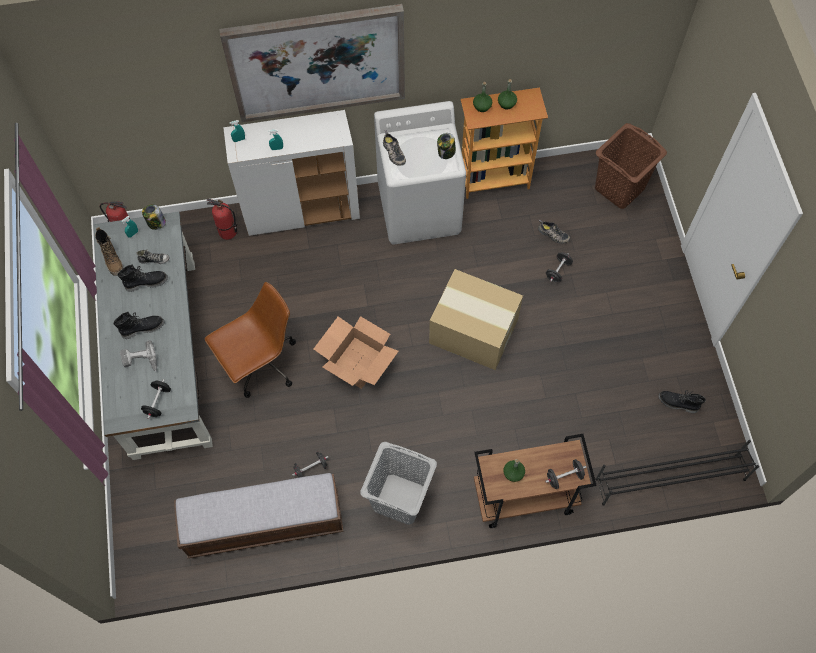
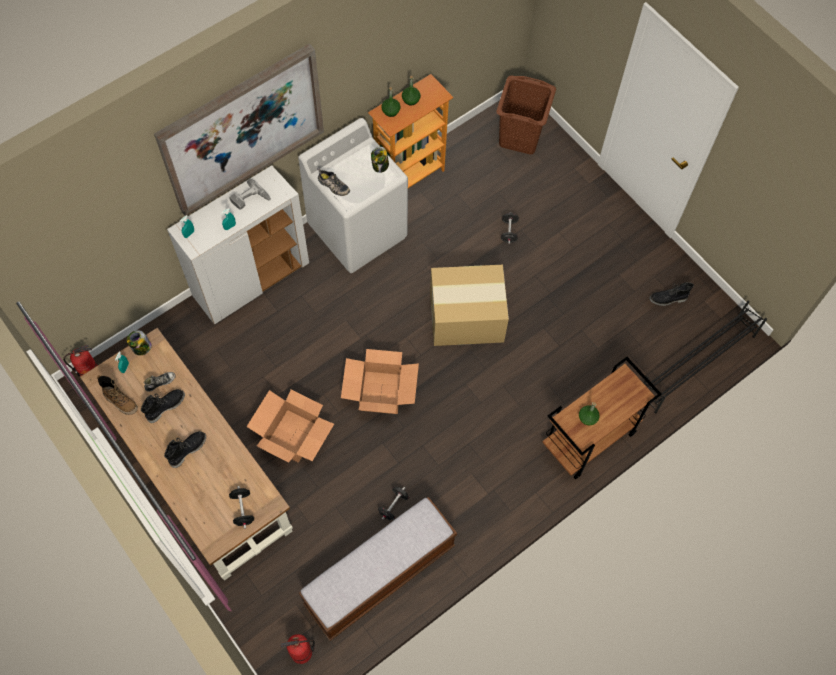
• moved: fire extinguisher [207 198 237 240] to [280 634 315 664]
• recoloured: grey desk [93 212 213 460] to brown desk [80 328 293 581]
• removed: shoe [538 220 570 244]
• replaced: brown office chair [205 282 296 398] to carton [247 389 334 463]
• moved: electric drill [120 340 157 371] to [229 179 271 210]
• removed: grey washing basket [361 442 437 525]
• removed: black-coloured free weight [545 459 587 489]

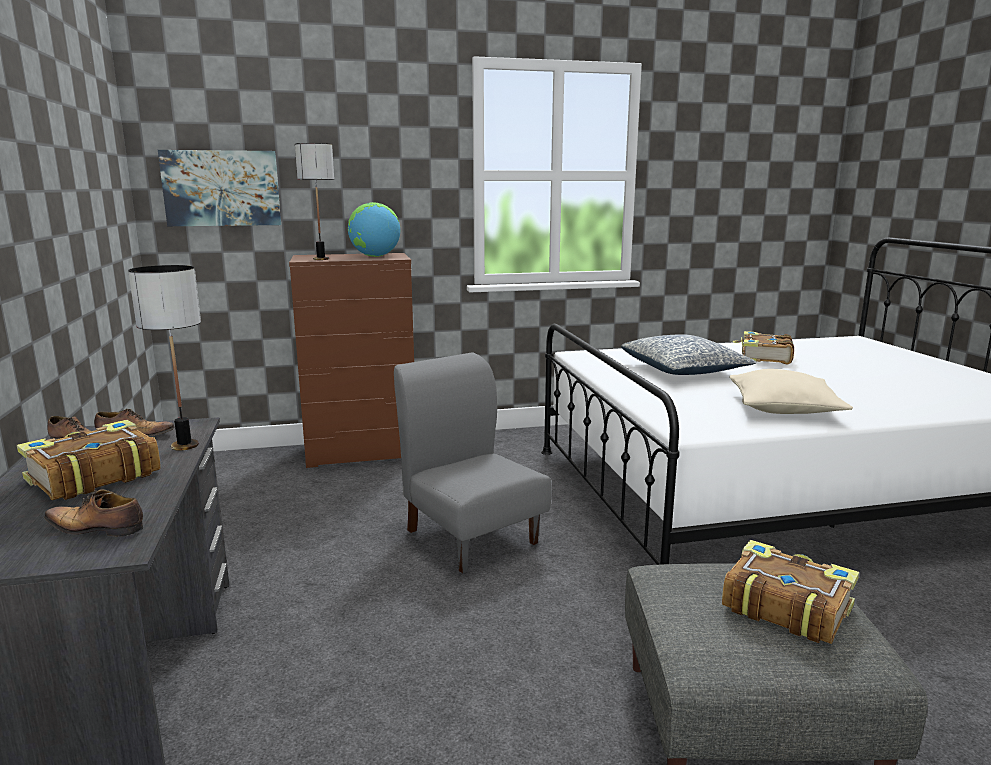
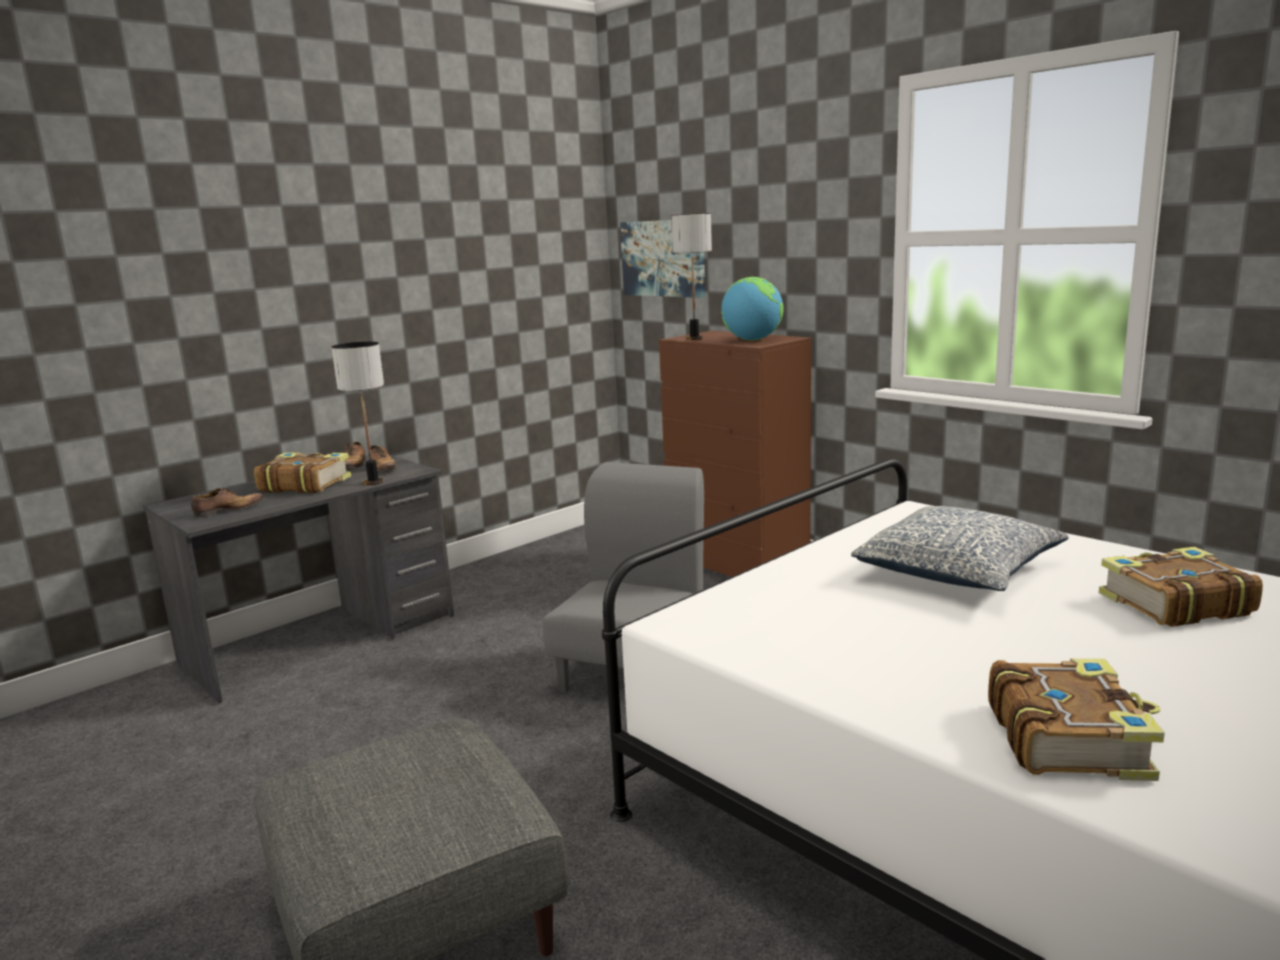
• removed: sand-coloured cushion [729 369 853 414]
• turned: shoe [44 489 143 537] = [191 487 265 517] 75 degrees clockwise
• moved: bound book [722 540 859 644] to [988 658 1165 781]

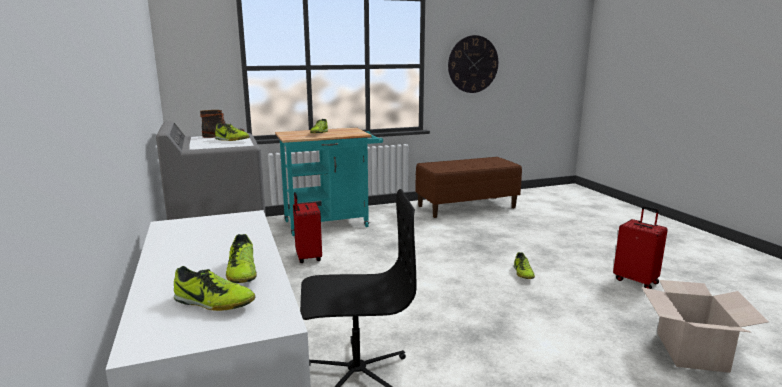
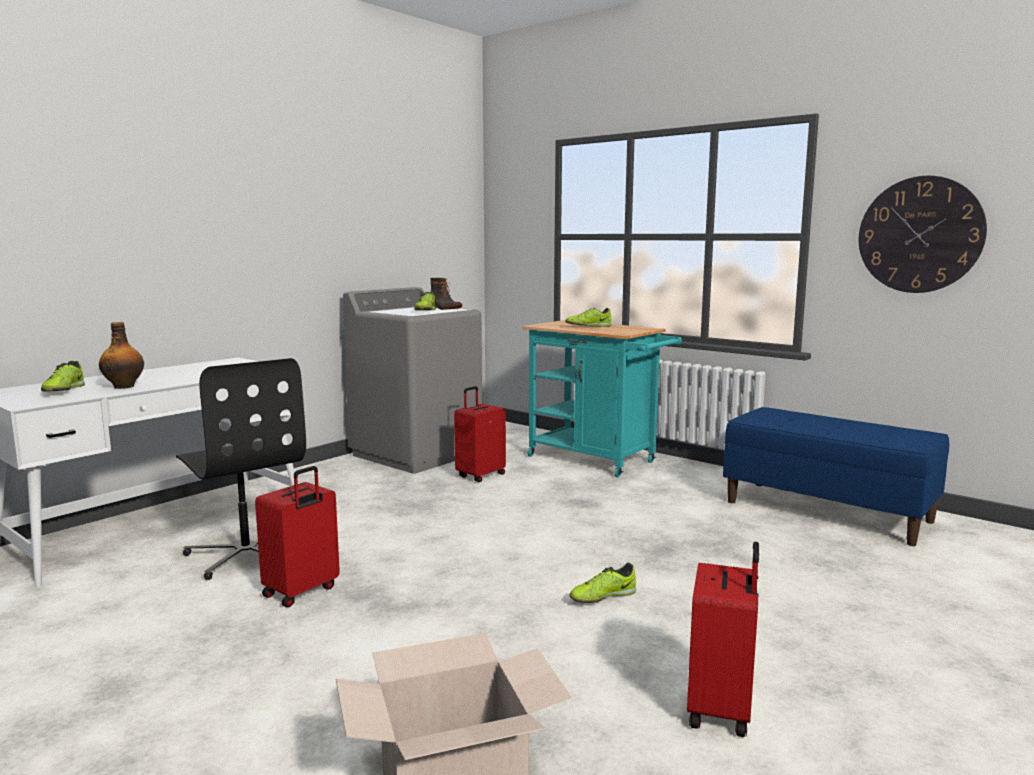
• recoloured: brown indoor bench [415 157 522 218] to blue-coloured indoor bench [723 407 949 546]
• replaced: shoe [226 234 257 283] to drink bottle [99 322 144 389]
• added: reddish piece of luggage [255 466 340 607]

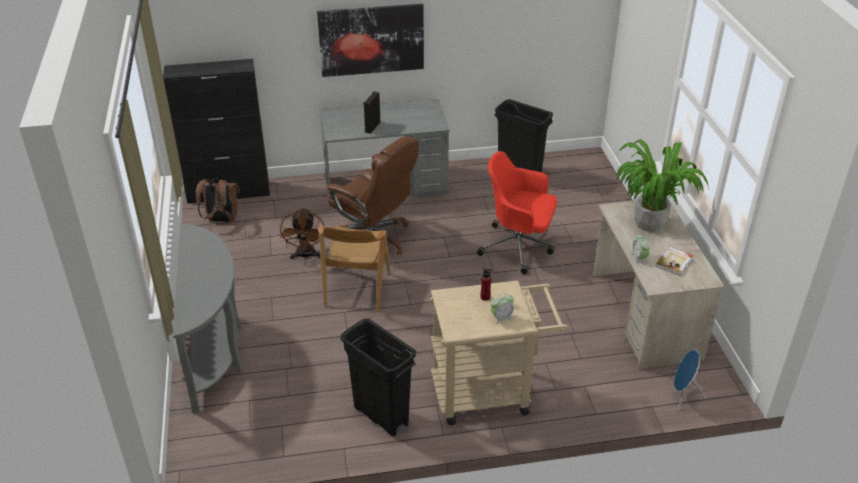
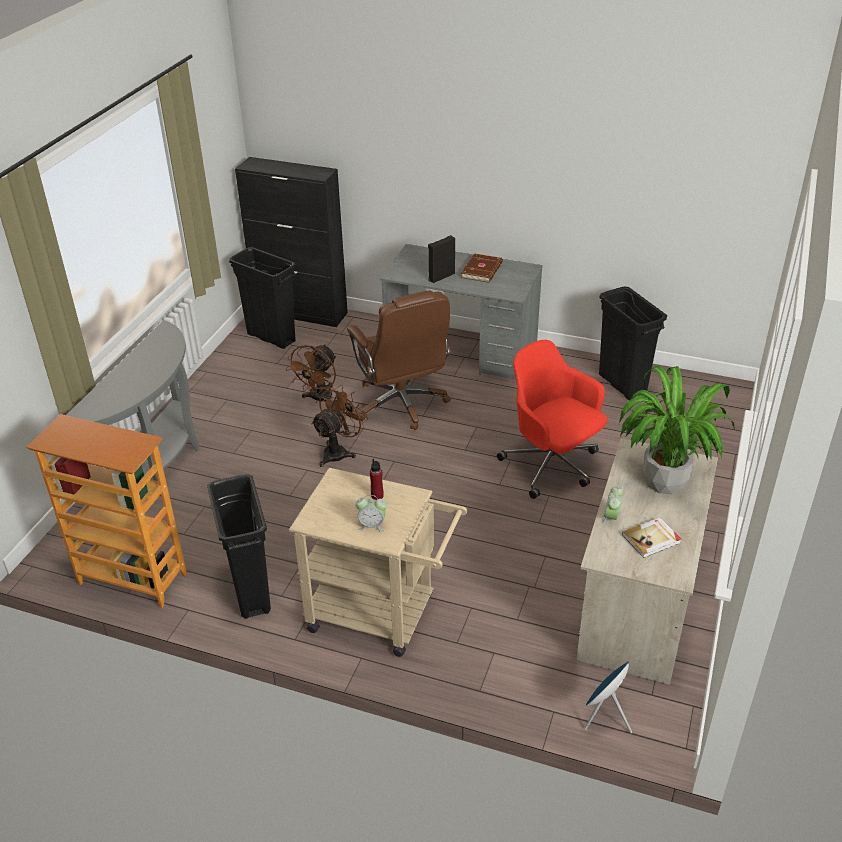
• removed: picture [317 4 424 77]
• replaced: brown knapsack [196 178 240 222] to black-coloured trash can [229 247 296 349]
• replaced: brown plain chair [318 225 391 313] to brown fan [311 385 368 467]
• added: brown bound book [461 254 503 283]
• added: bookshelf [27 414 187 608]

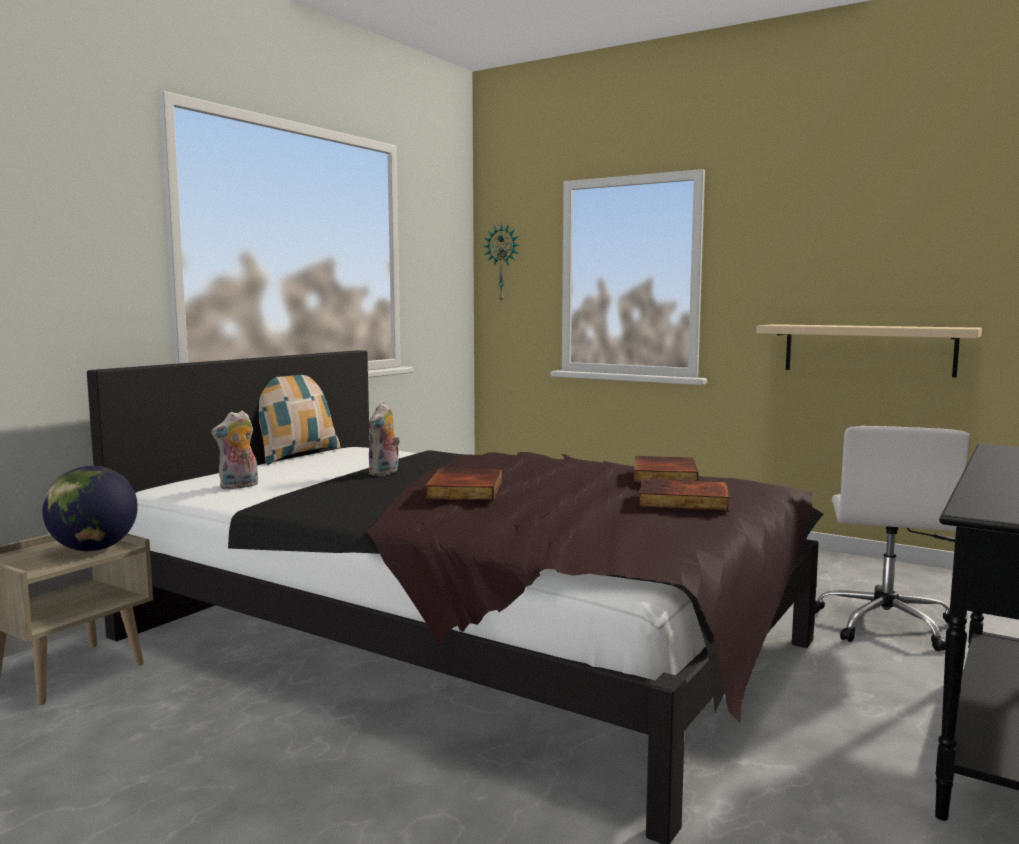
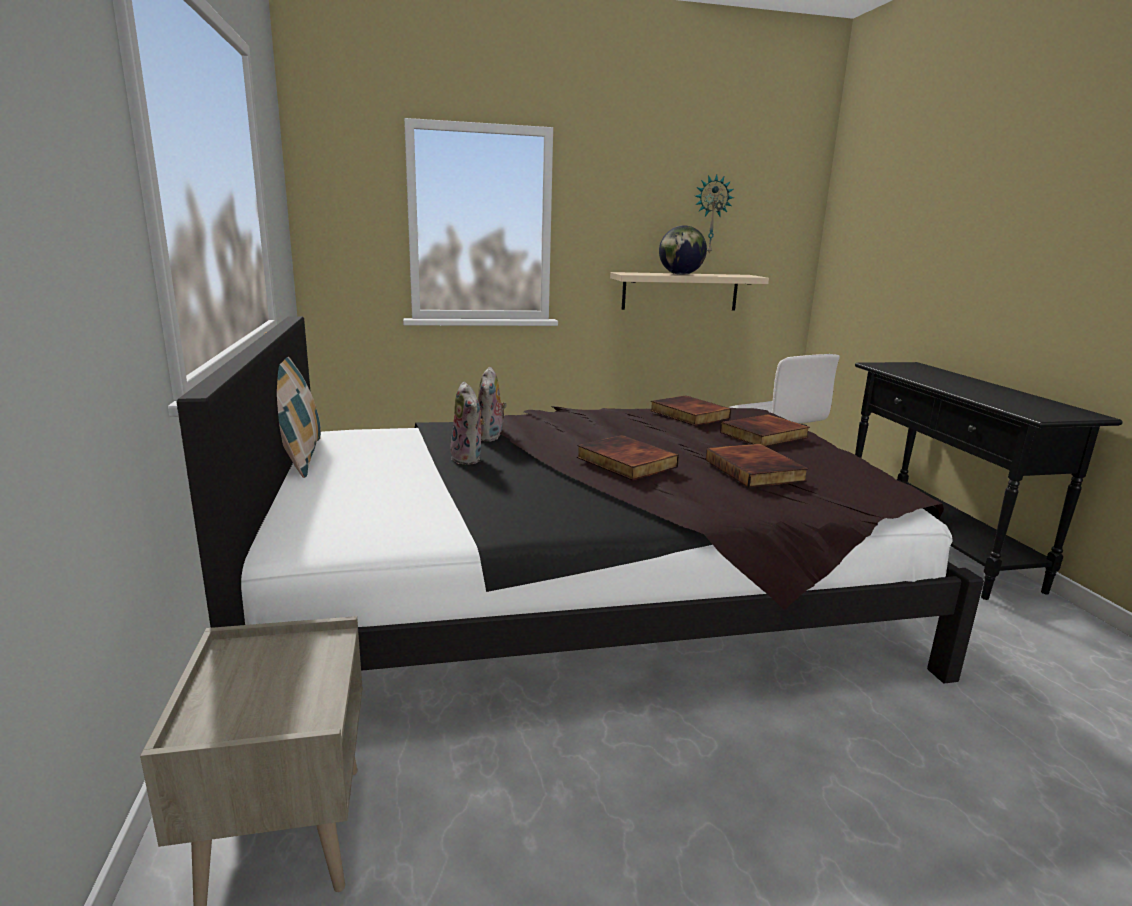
• moved: hanging clock [483 223 519 303] to [695 174 734 253]
• moved: plush toy [211 411 258 490] to [478 367 507 441]
• moved: desk globe [42 466 138 551] to [659 226 707 275]
• added: bound book [706 444 808 487]

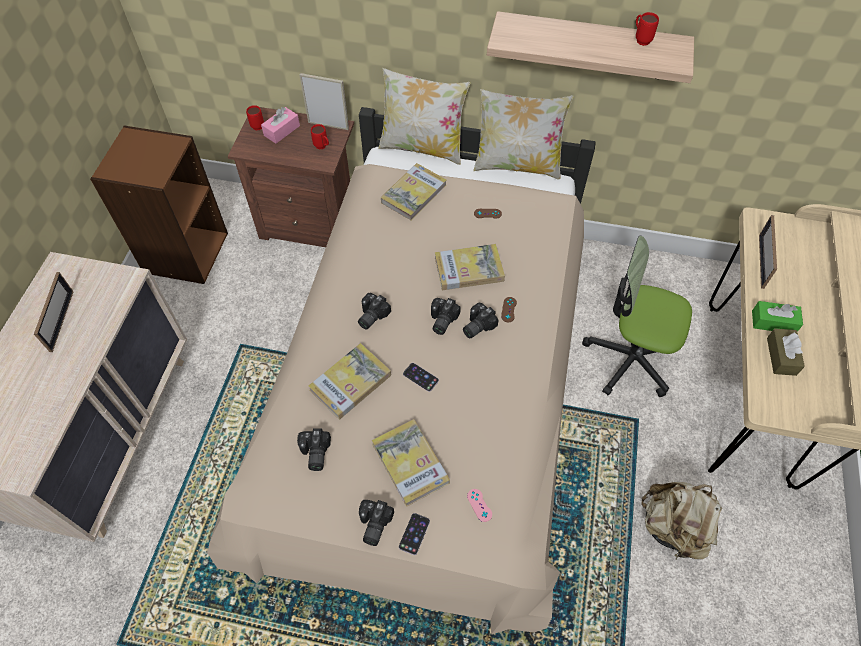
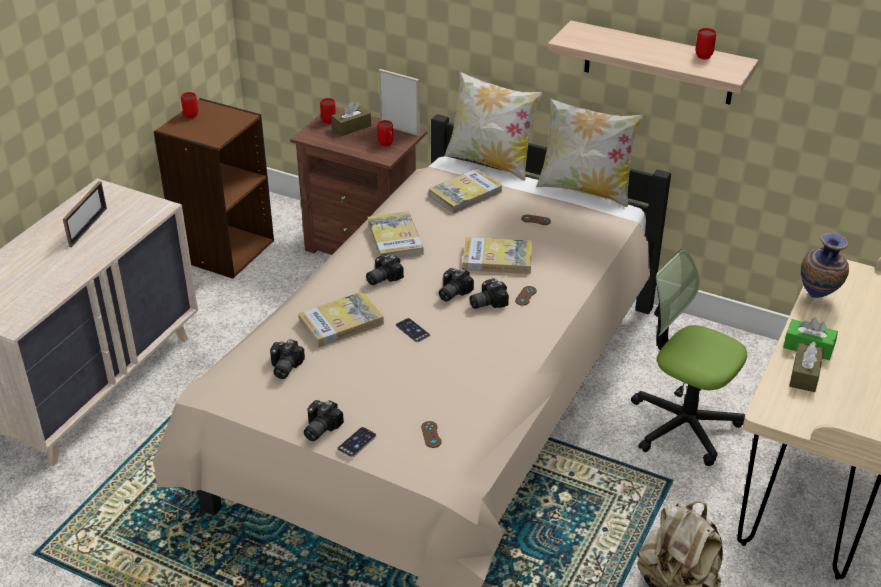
• recoloured: pink-coloured tissue box [261 107 300 143] to brown tissue box [331 101 371 136]
• replaced: picture frame [759 215 777 289] to decorative vase [801 233 849 298]
• moved: bound book [372 419 450 507] to [367 211 424 258]
• recoloured: pink-coloured gamepad [467 489 492 522] to brown gamepad [421 421 442 448]
• added: reddish tea mug [181 92 198 119]

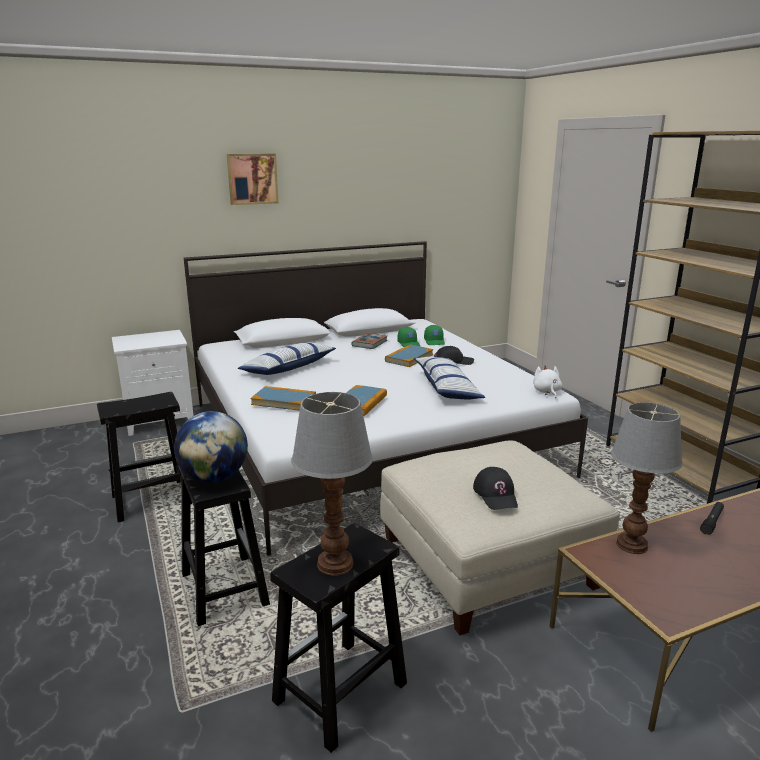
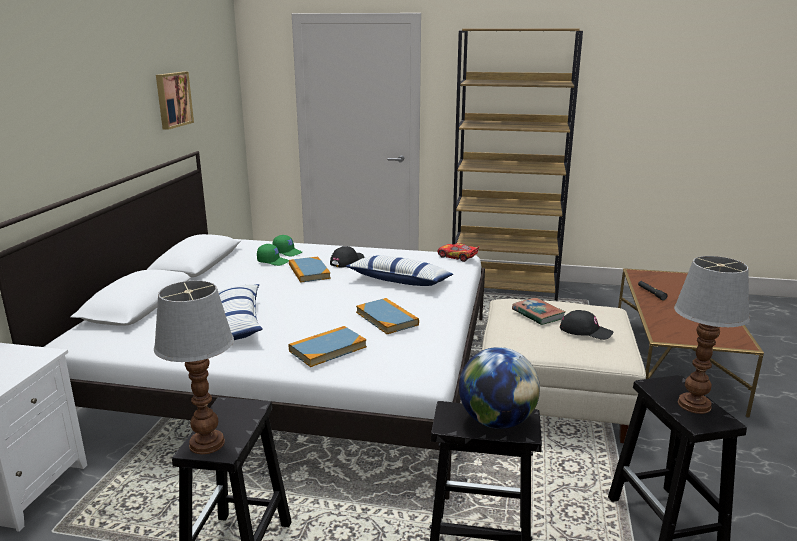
• moved: picture [227 154 279 205] to [156 72 194 130]
• moved: bound book [351 333 387 349] to [512 298 565 325]
• replaced: white plush toy [533 366 562 398] to toy car [438 243 479 262]
• moved: tabletop lamp [611 402 683 554] to [154 281 234 454]

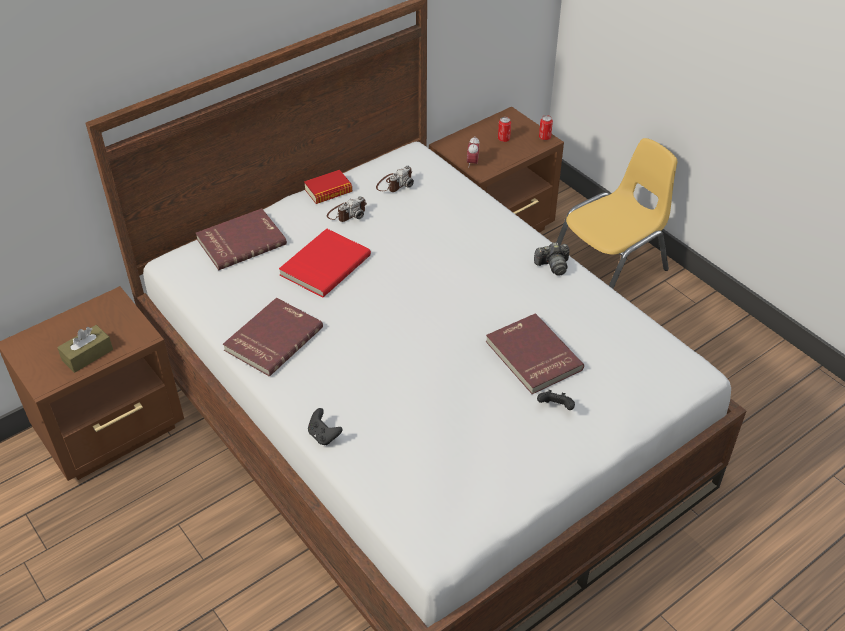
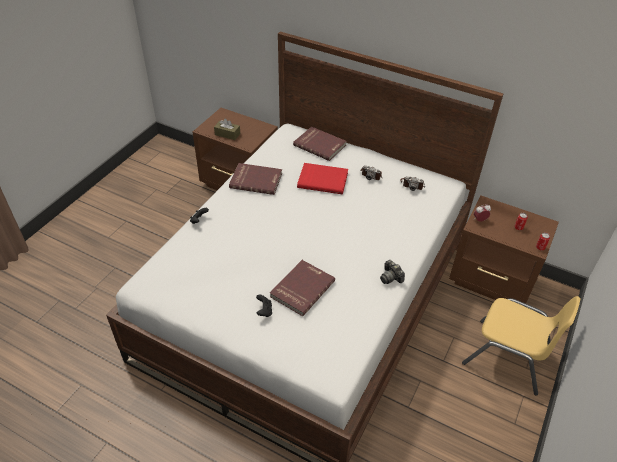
• removed: bound book [304 170 352 204]

